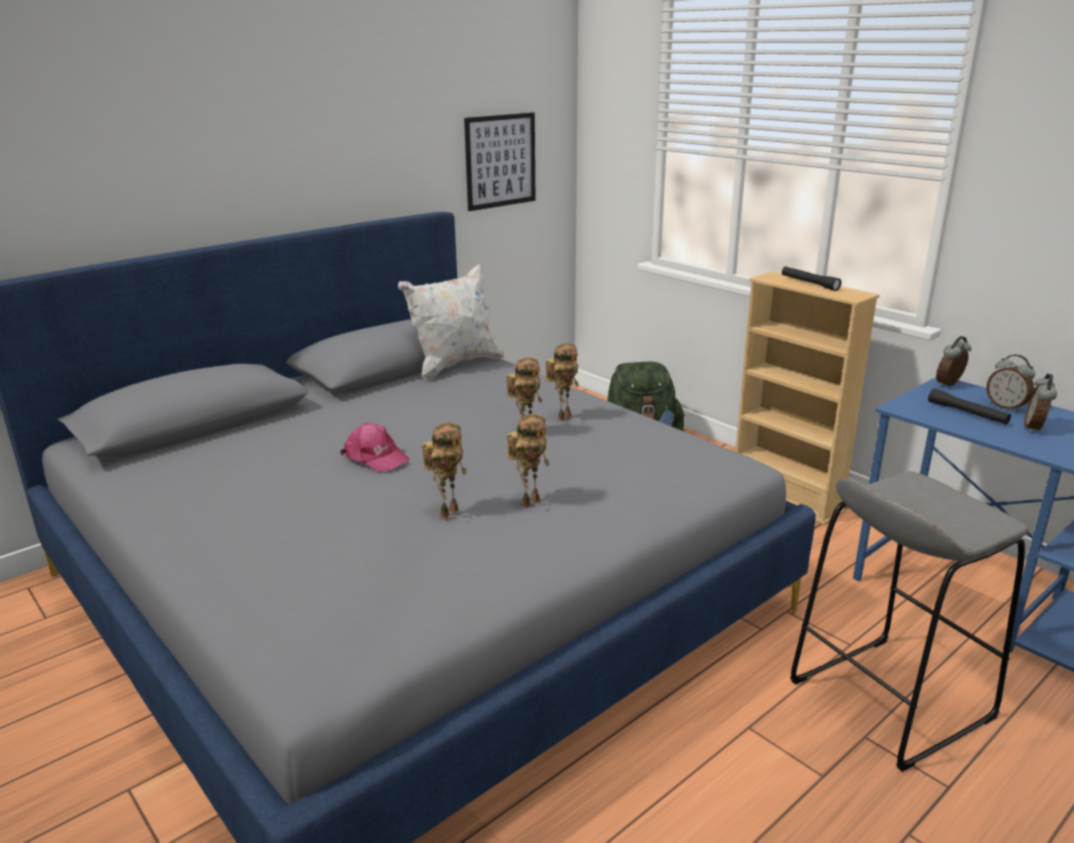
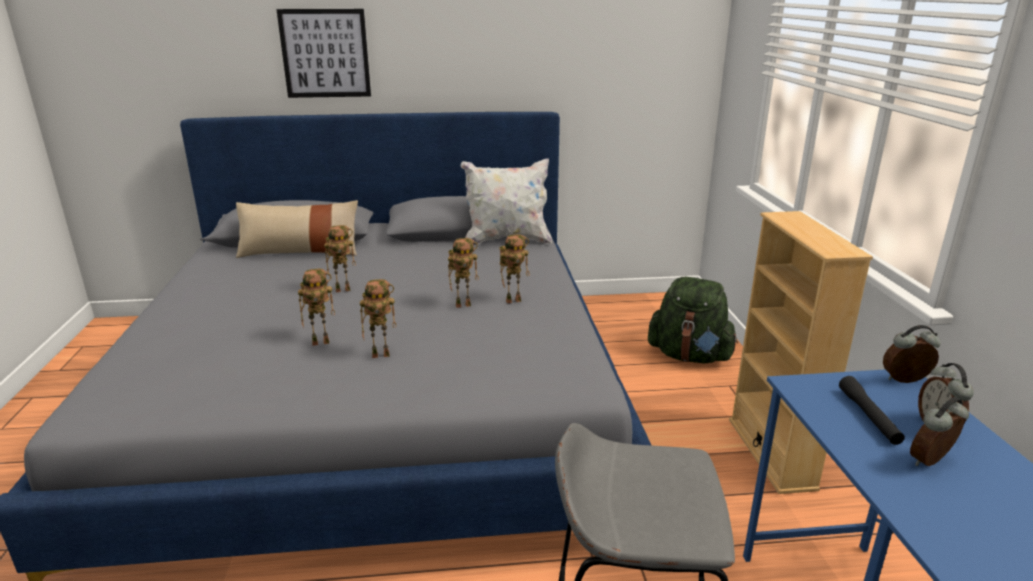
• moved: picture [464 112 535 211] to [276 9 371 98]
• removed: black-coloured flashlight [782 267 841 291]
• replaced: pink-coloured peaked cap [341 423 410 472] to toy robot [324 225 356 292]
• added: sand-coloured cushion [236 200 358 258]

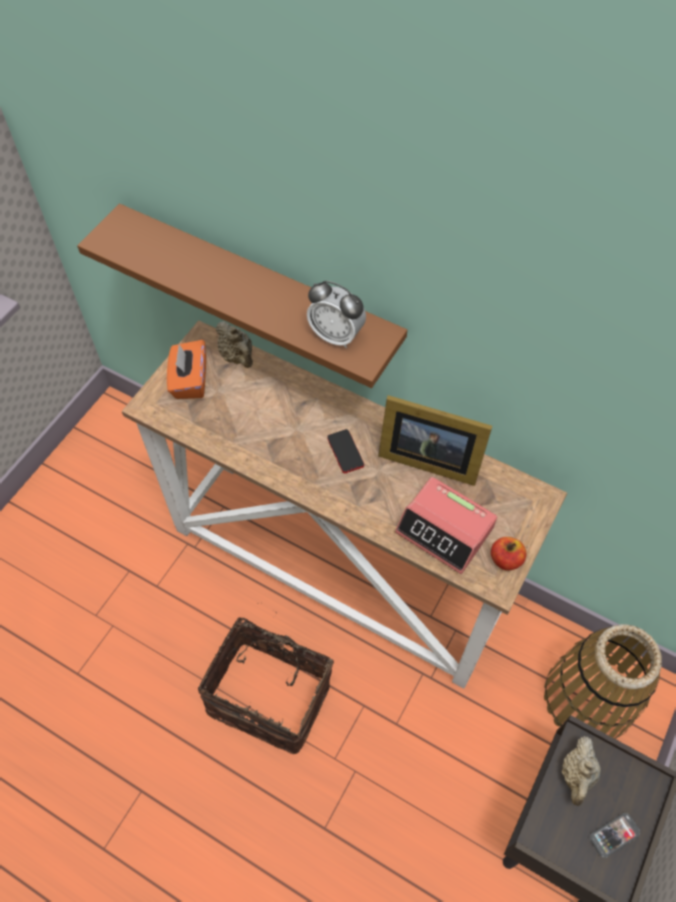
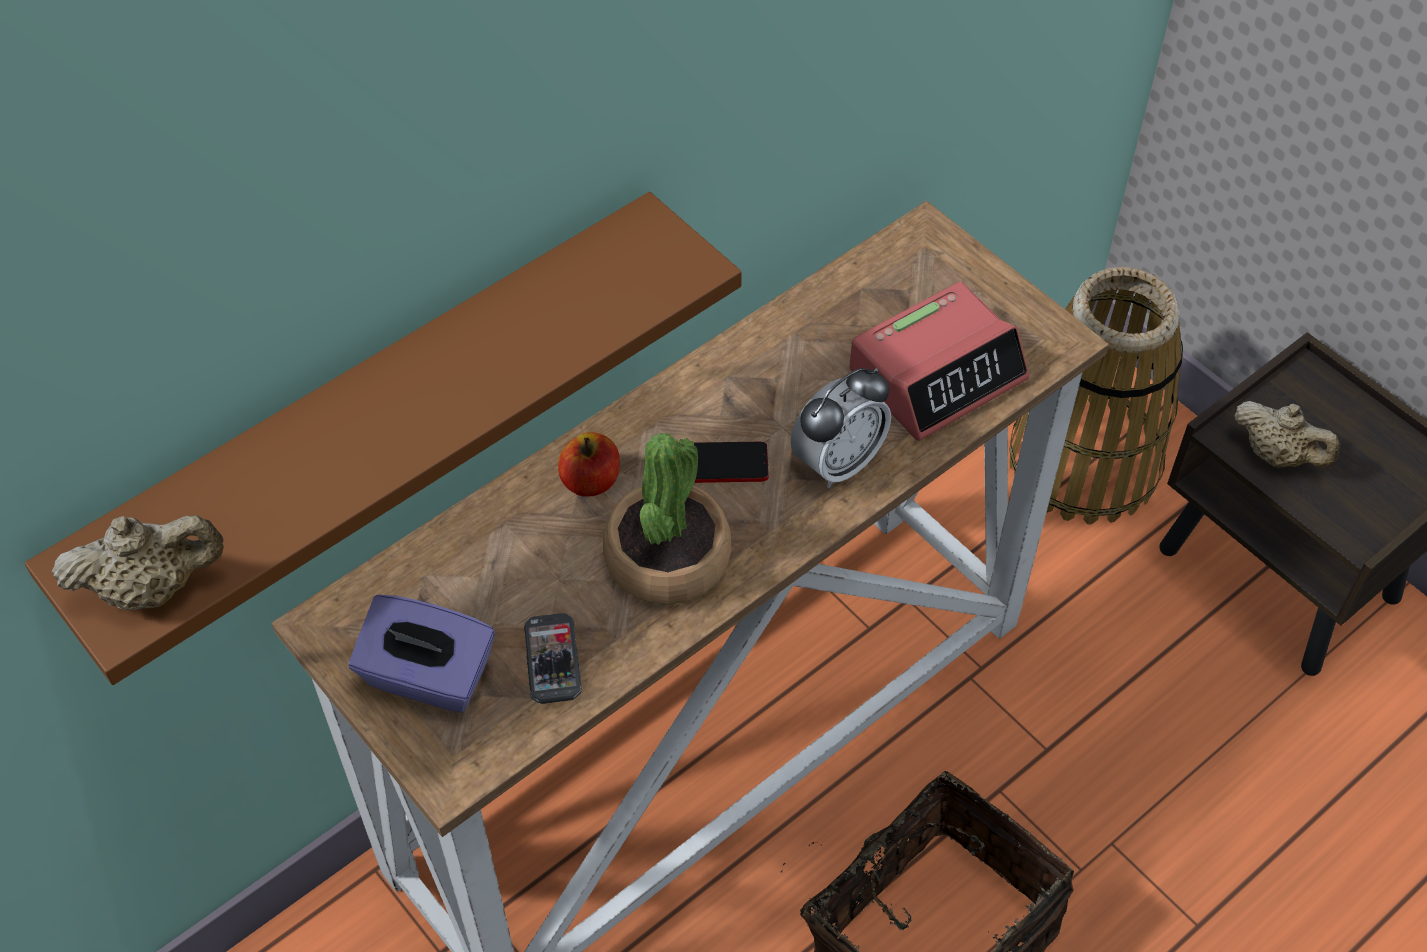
• moved: bedside clock [307 281 366 348] to [790 368 891 488]
• moved: sand-coloured teapot [216 321 253 368] to [52 515 224 610]
• recoloured: orange-coloured tissue box [167 340 206 399] to purplish tissue box [349 595 495 712]
• removed: picture frame [378 395 492 486]
• moved: apple [491 537 526 571] to [558 432 620 497]
• moved: telephone [590 813 640 858] to [524 613 582 704]
• added: plant in a pot [603 433 732 605]

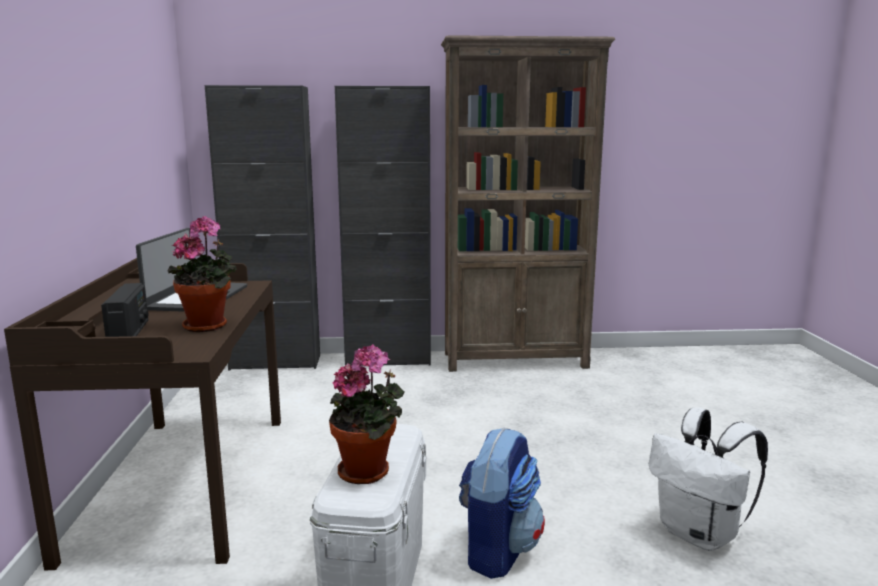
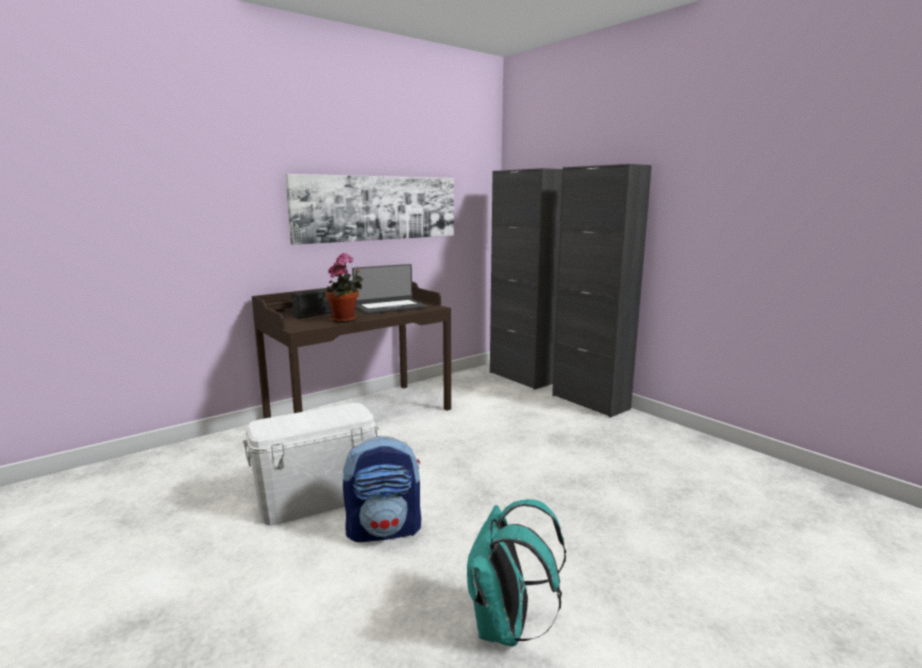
• removed: brown bookshelf [441 35 615 372]
• removed: plant in a pot [329 344 404 484]
• recoloured: white knapsack [649 408 768 551] to turquoise-coloured knapsack [467 499 566 646]
• added: picture [285 174 454 245]

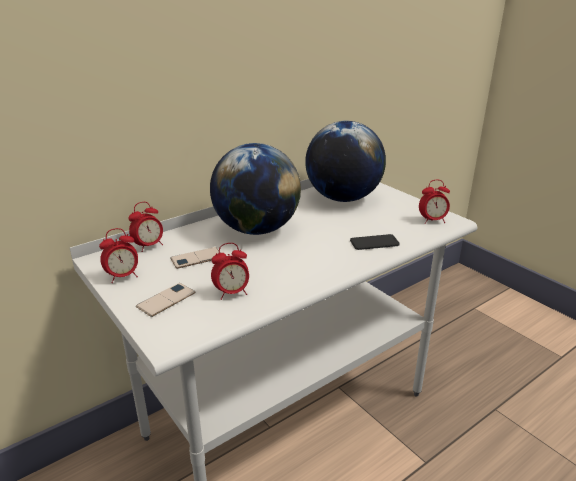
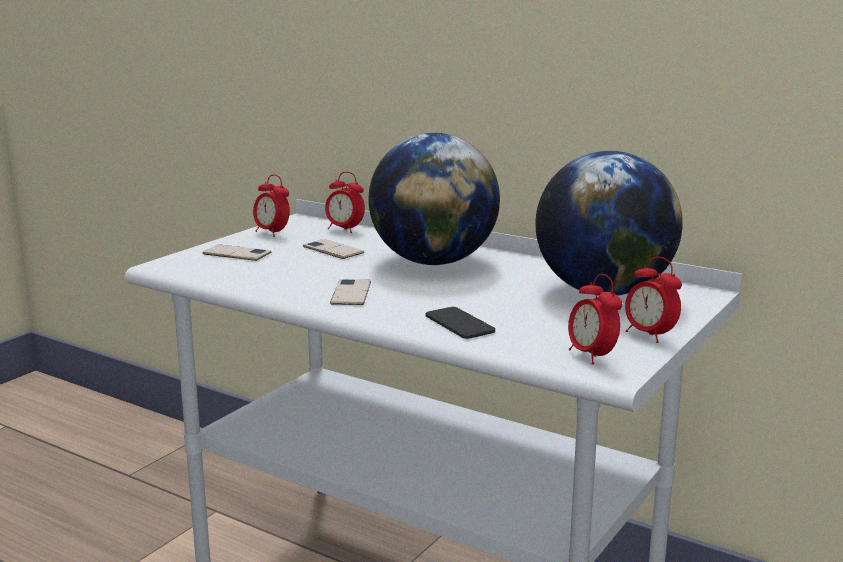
• moved: bedside clock [211 243 249 300] to [625 257 682 343]
• added: telephone [330 279 371 305]

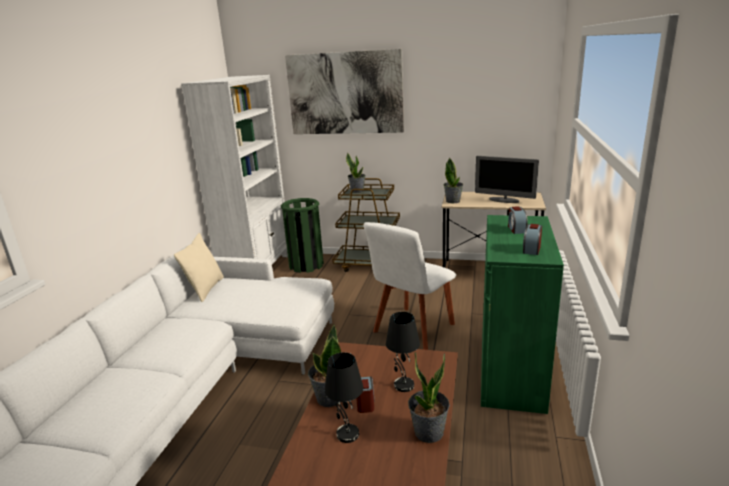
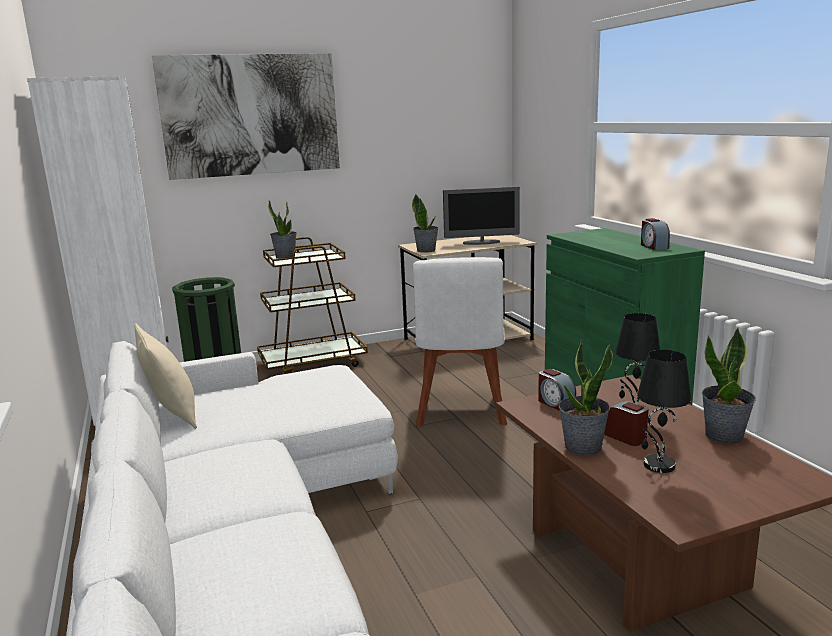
• moved: bedside clock [508 206 527 234] to [538 369 576 411]

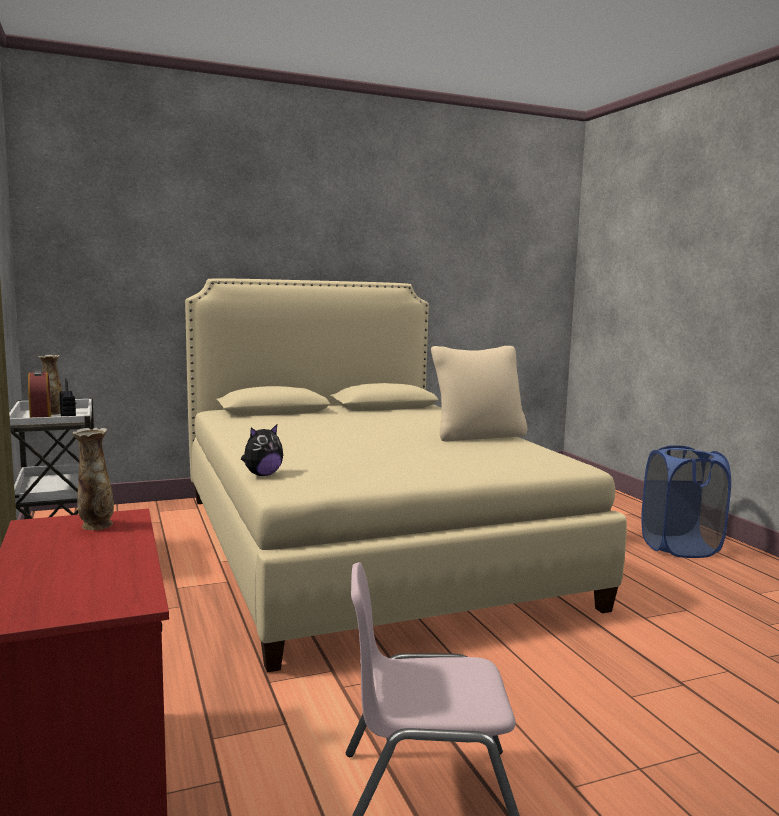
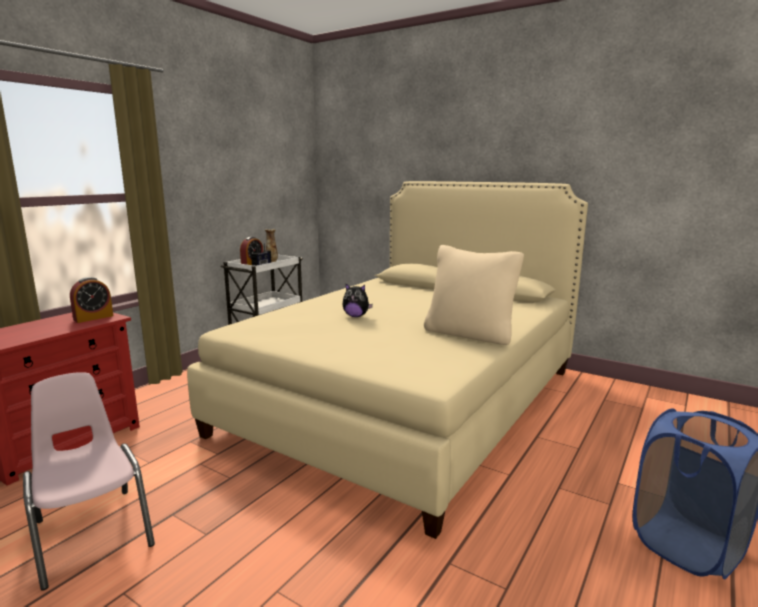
• moved: plush toy [241 424 283 476] to [342 284 373 317]
• replaced: decorative vase [72 428 114 530] to bedside clock [70 277 113 323]

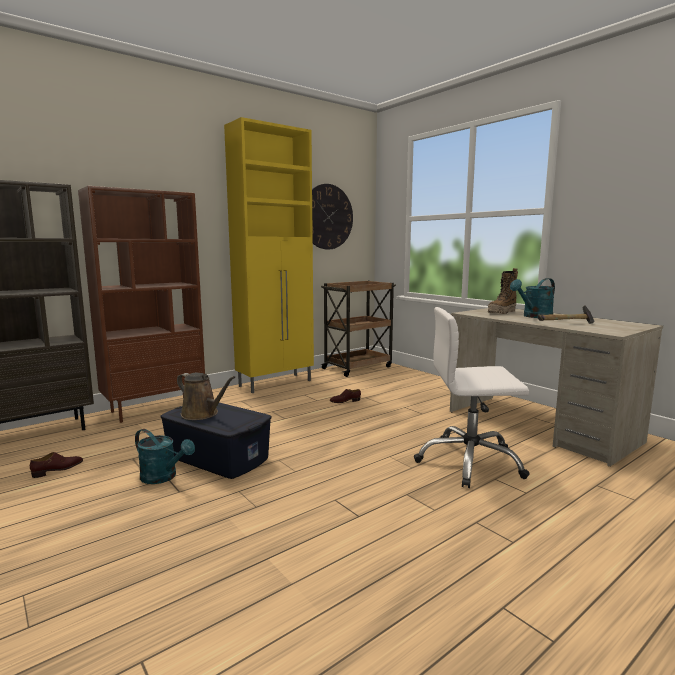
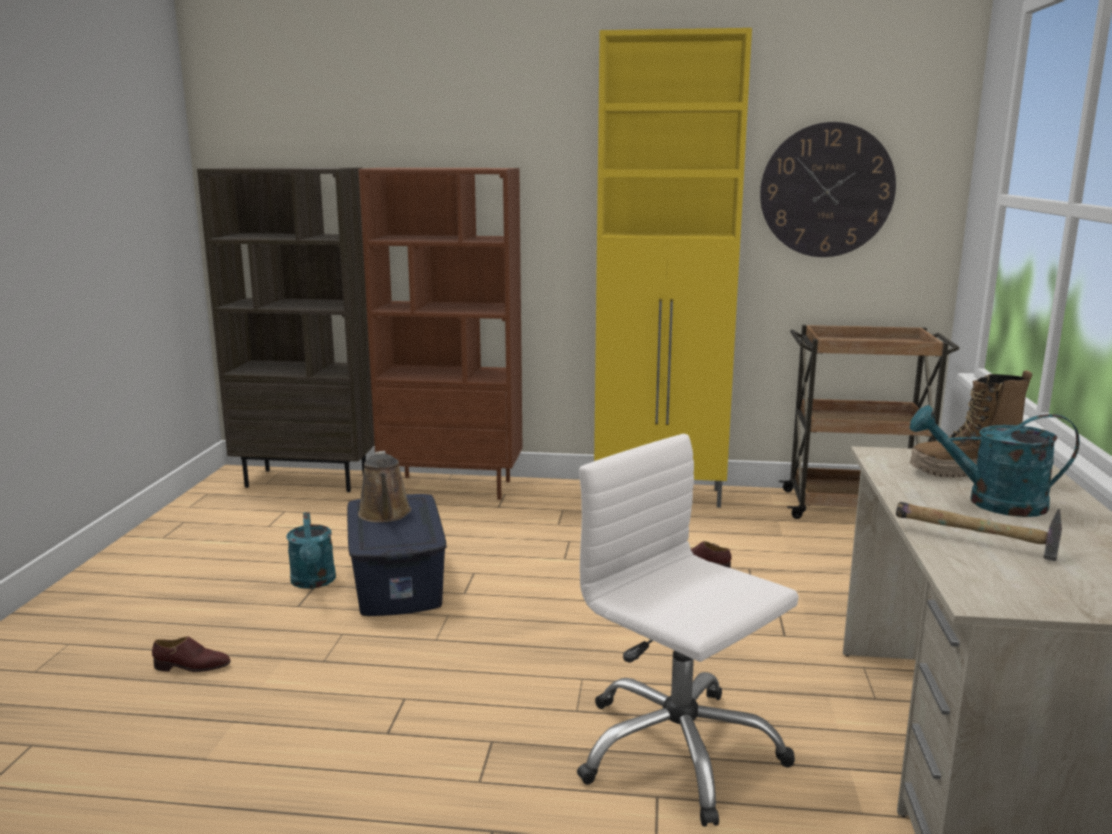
• moved: brown shoe [30 452 83 478] to [152 636 231 672]

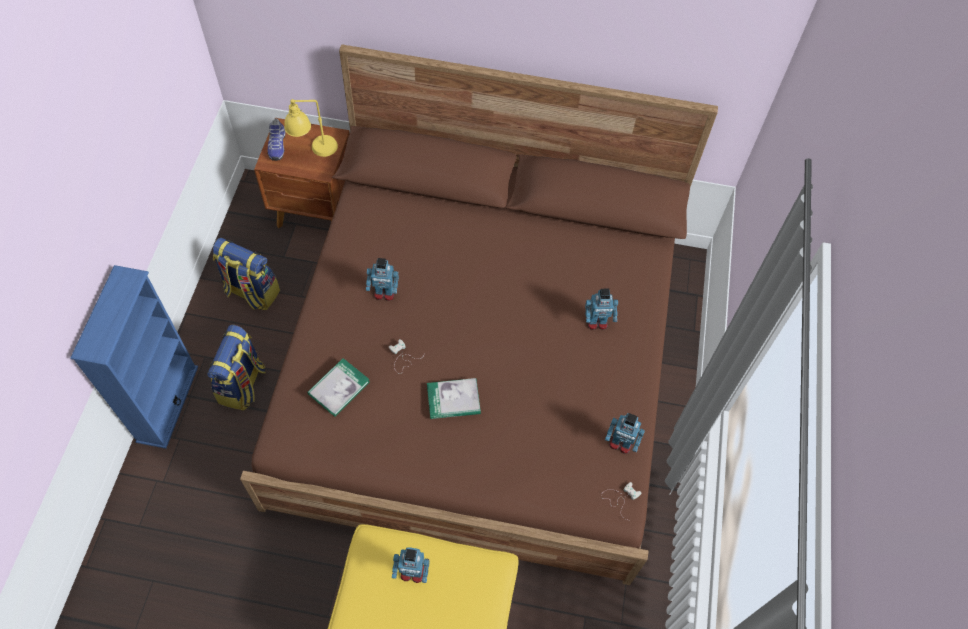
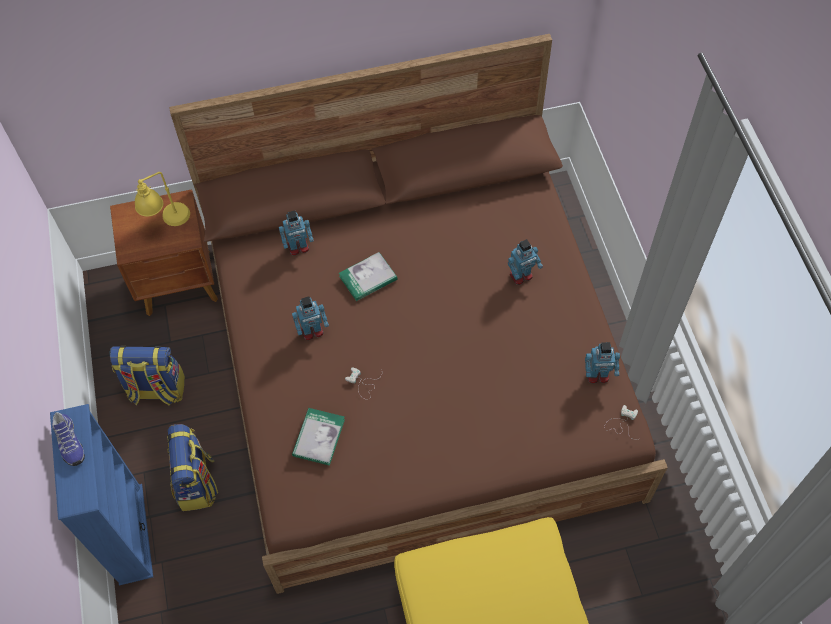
• moved: shoe [267 118 286 161] to [52 412 85 466]
• moved: bound book [427 378 481 419] to [339 252 397 301]
• moved: toy robot [392 547 430 583] to [279 211 314 255]

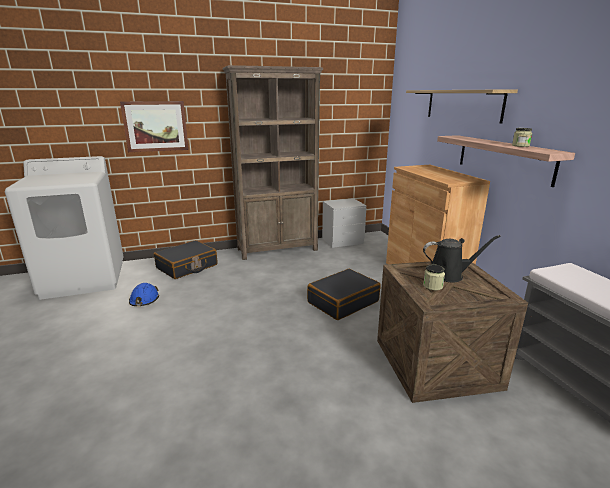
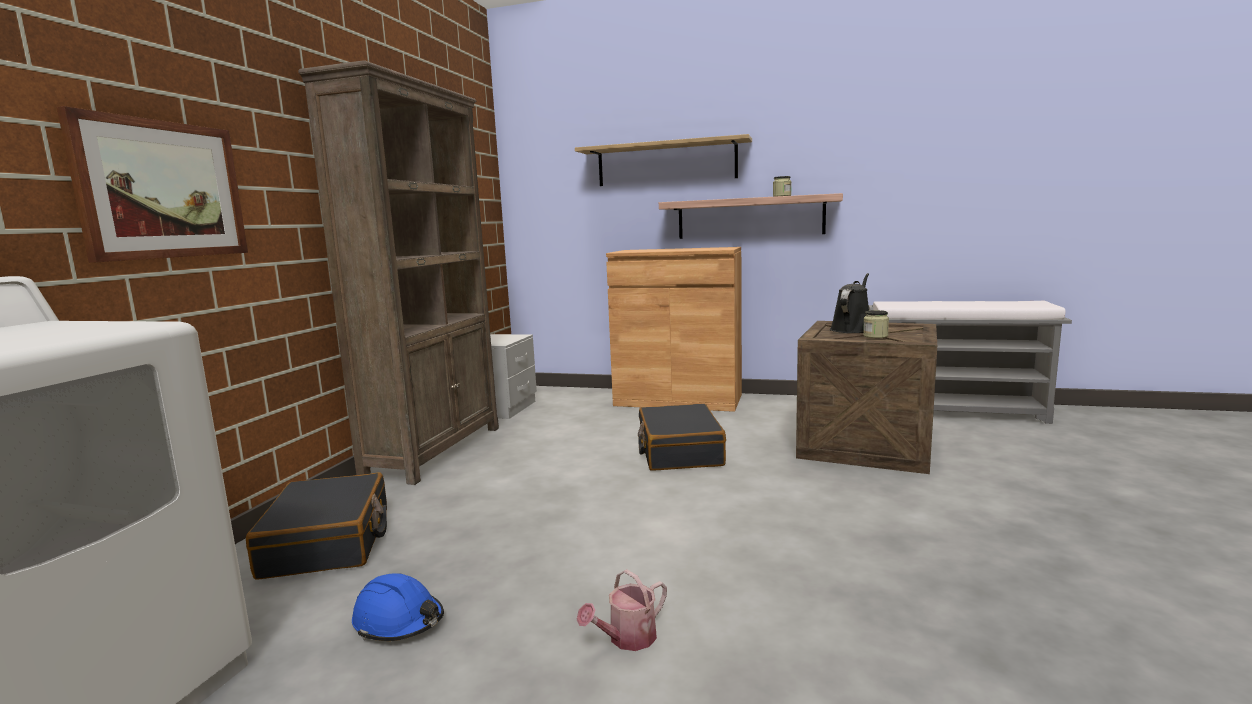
• added: watering pot [577 570 667 651]

